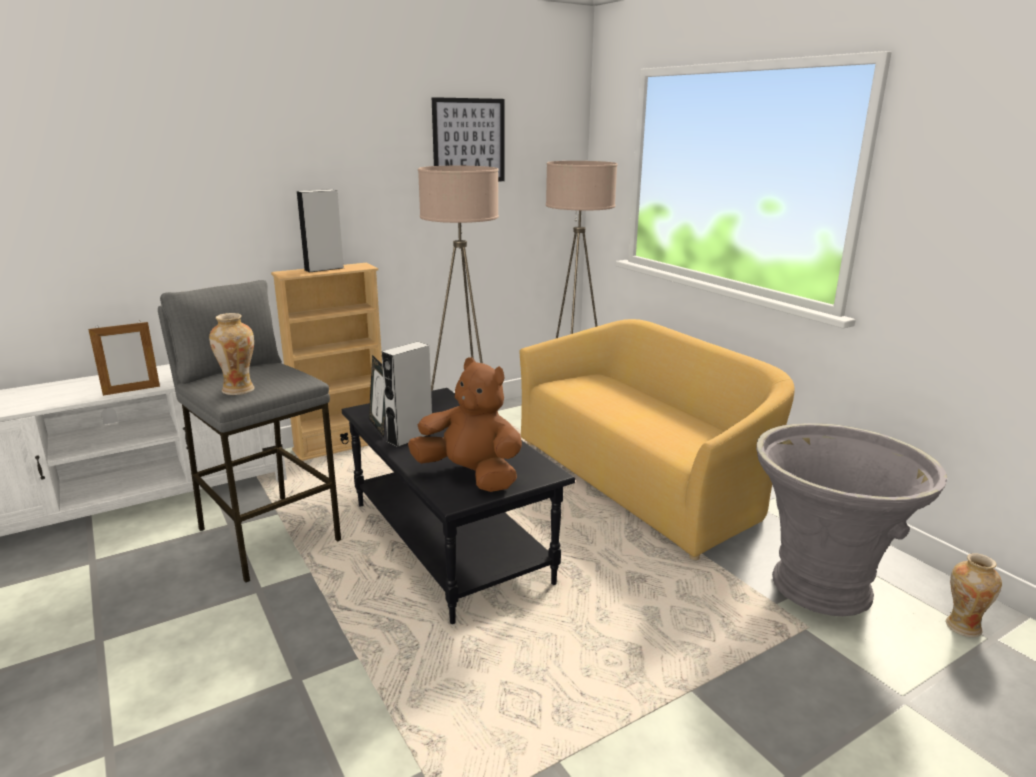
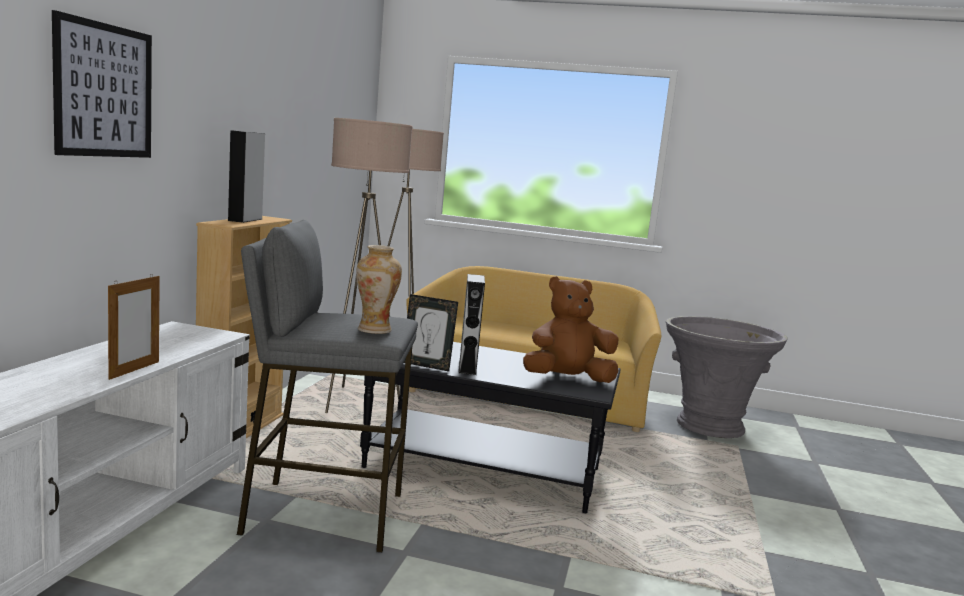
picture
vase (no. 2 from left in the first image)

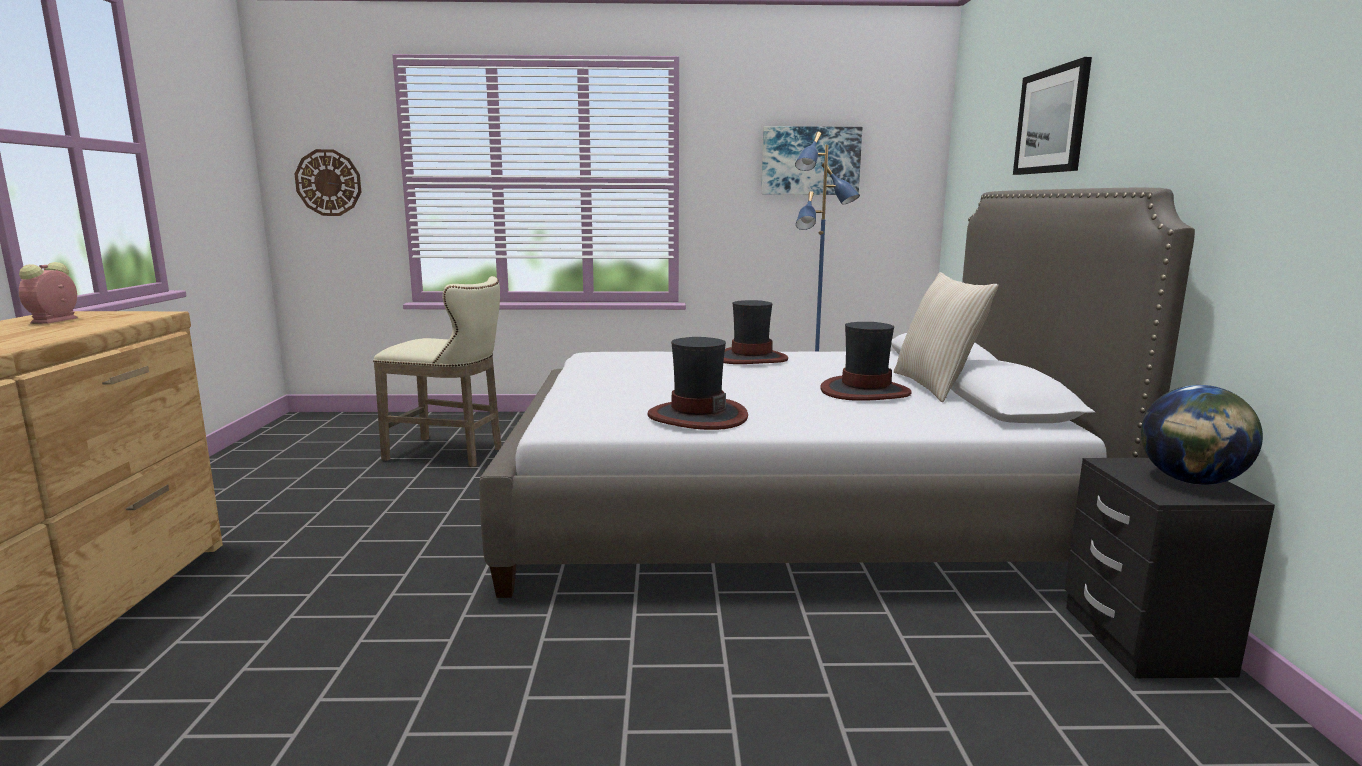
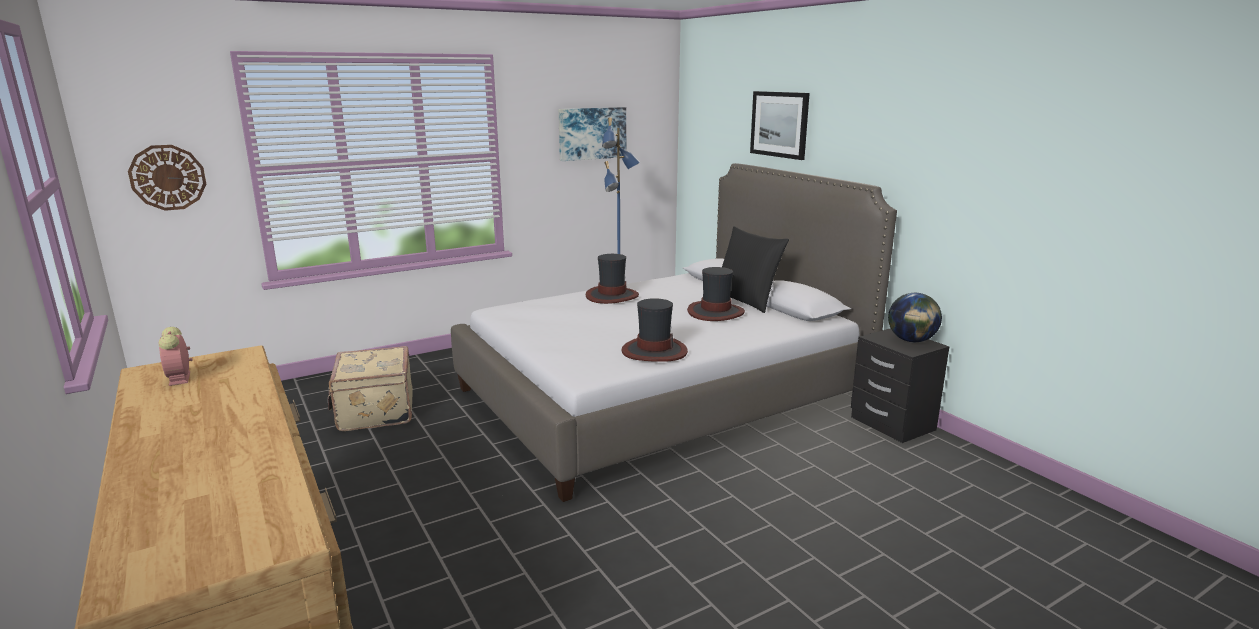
black pillow
beige suitcase

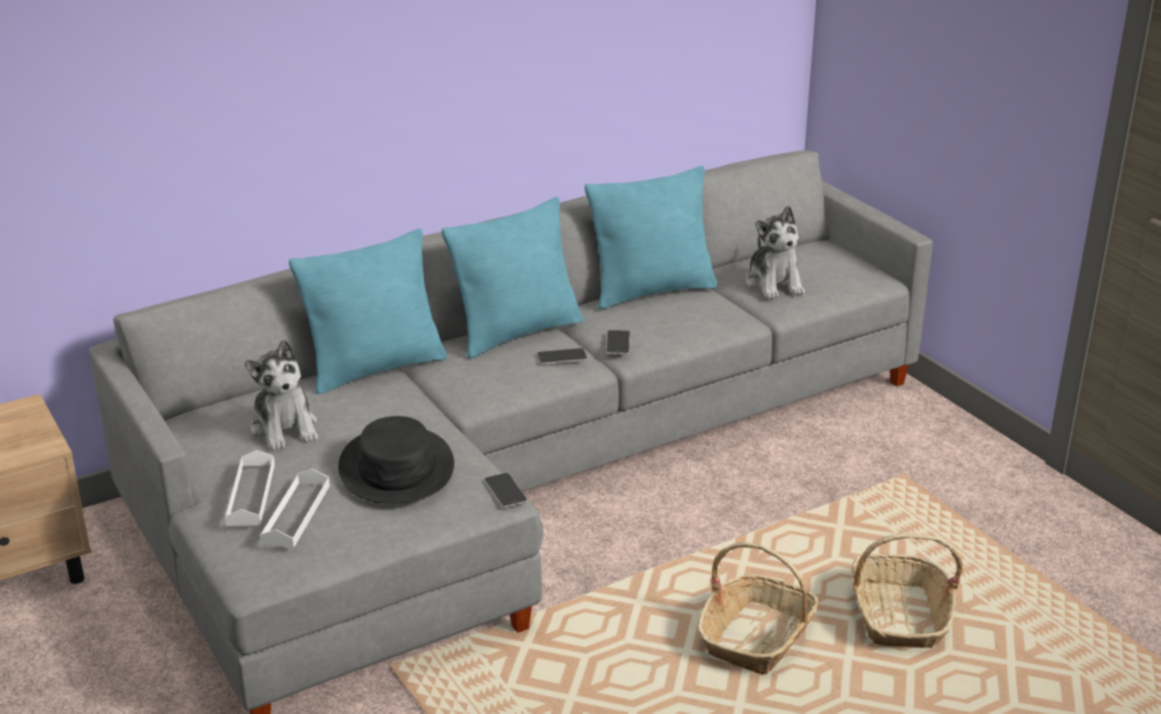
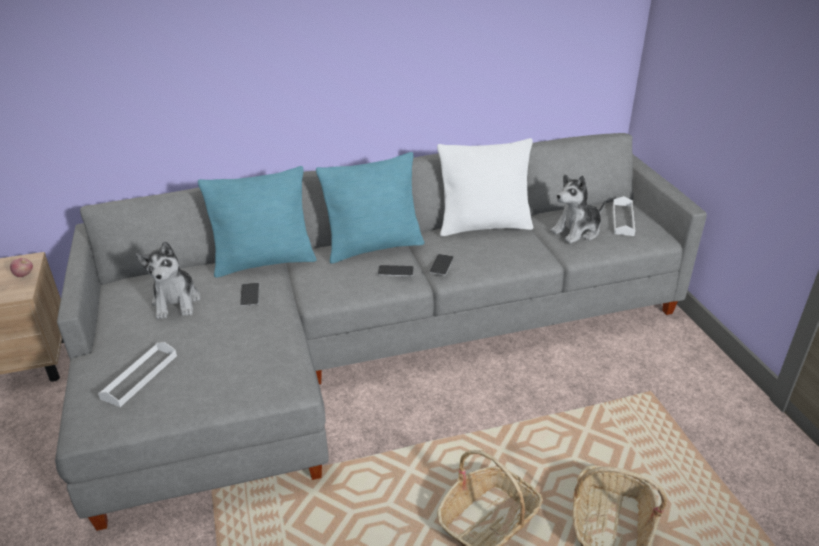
white pillow
plush toy (no. 2 from left)
black hat
white tray (no. 2 from left)
phone (no. 1 from left)
apple

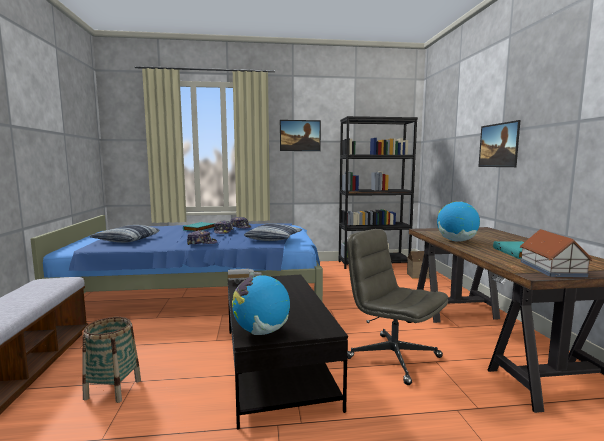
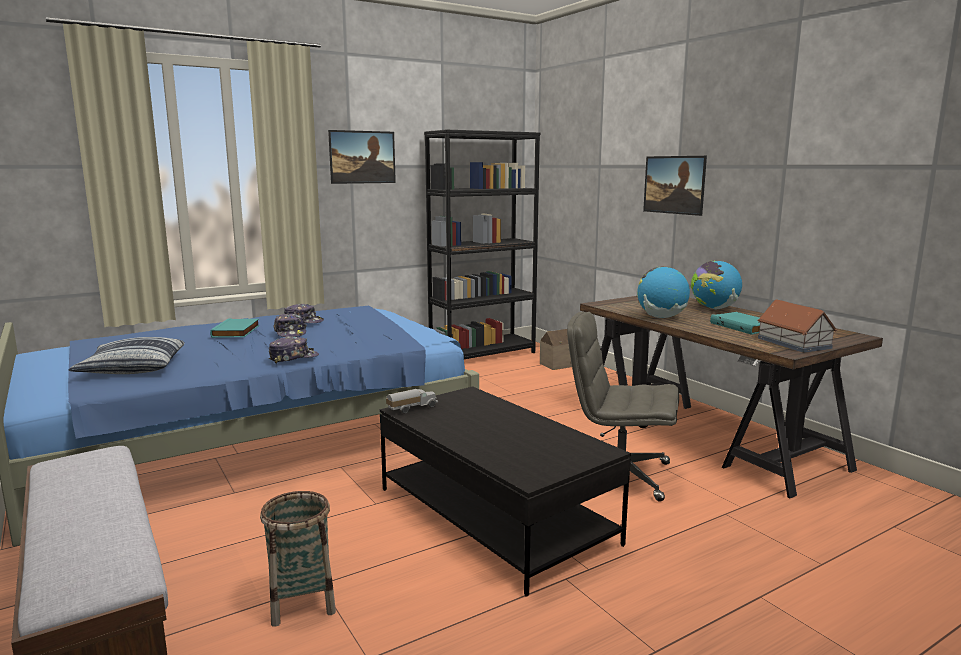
pillow (no. 2 from left in the first image)
globe (no. 2 from left)

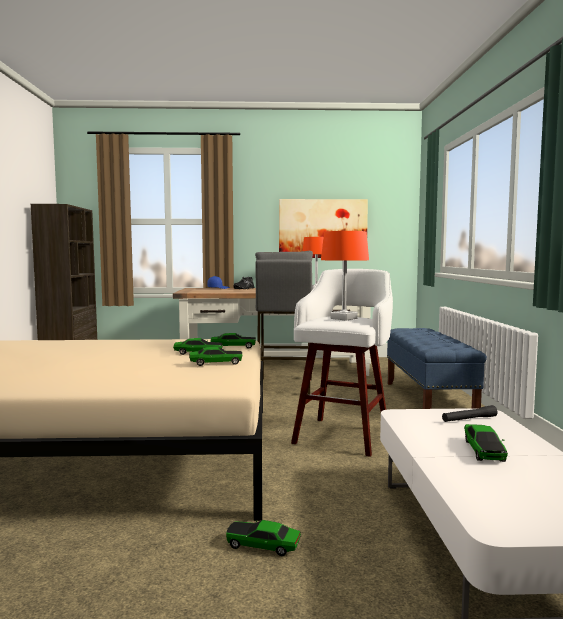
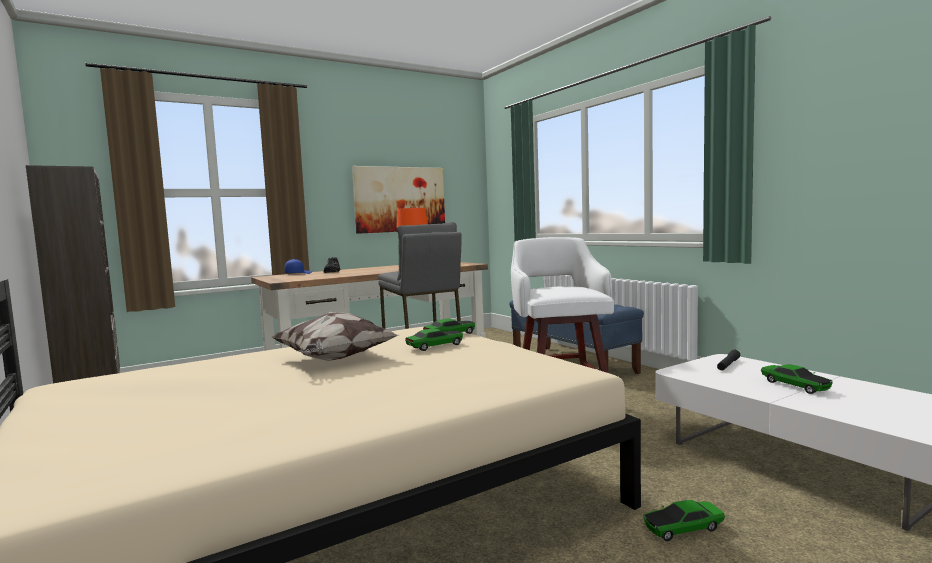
orange table lamp (no. 2 from left in the first image)
toy car (no. 2 from left in the first image)
pillow

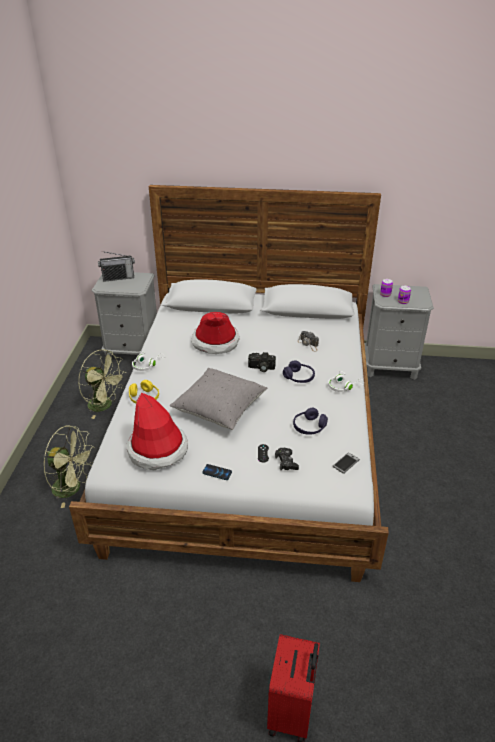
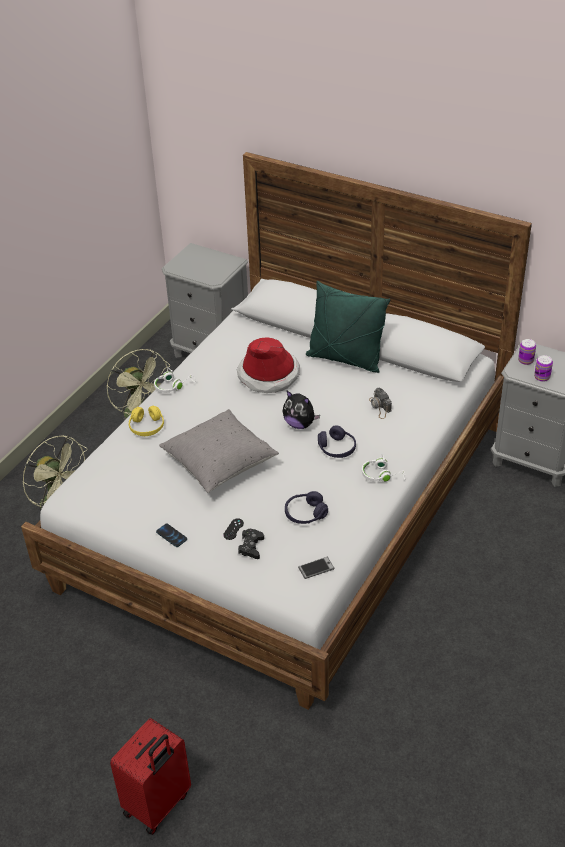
radio
plush toy
hat (no. 1 from left in the first image)
green pillow

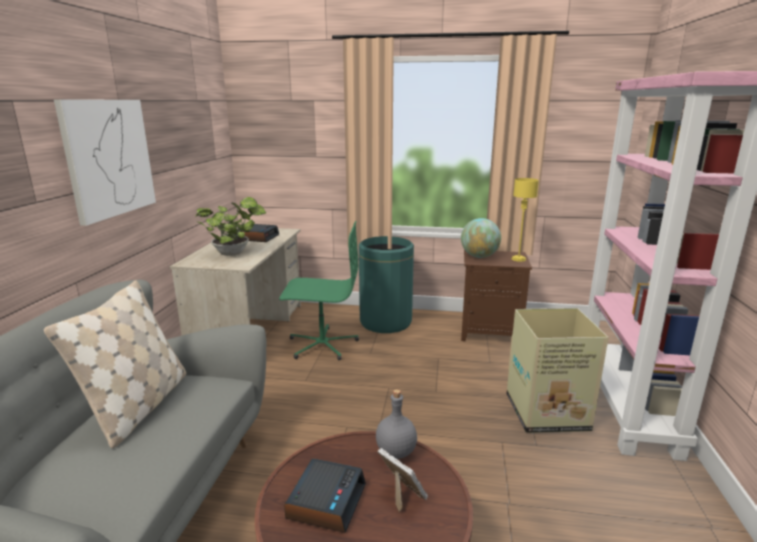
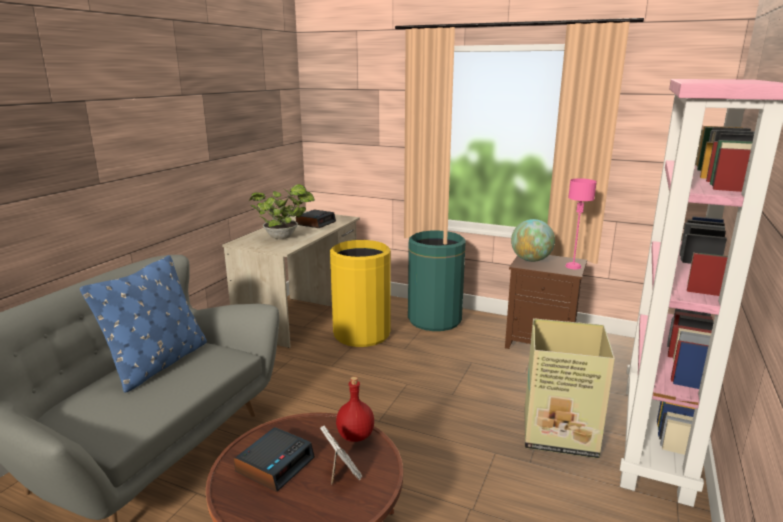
picture
pink table lamp
yellow trash can
blue pillow
red bottle

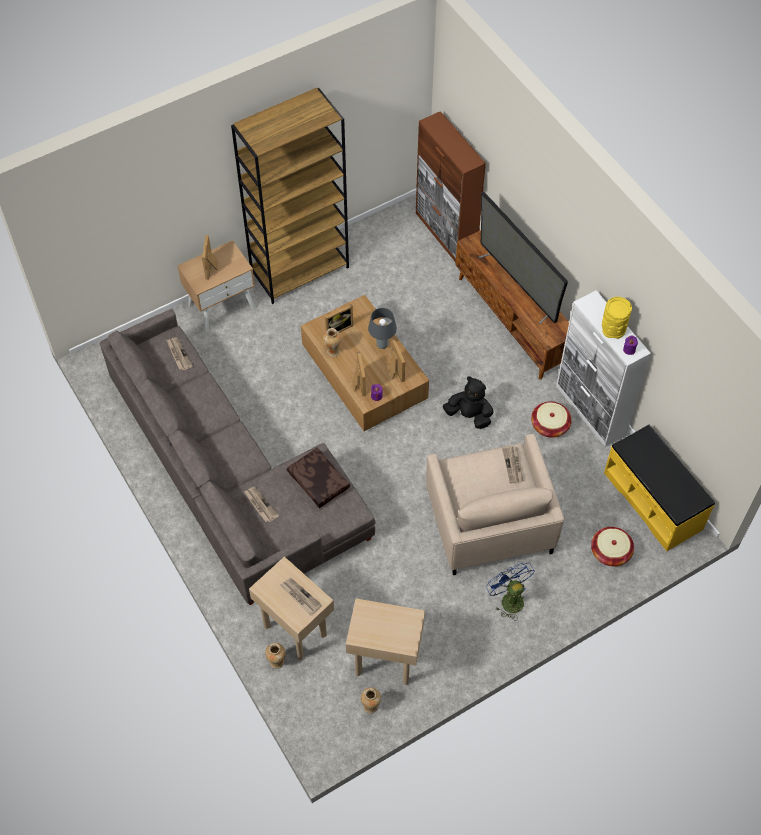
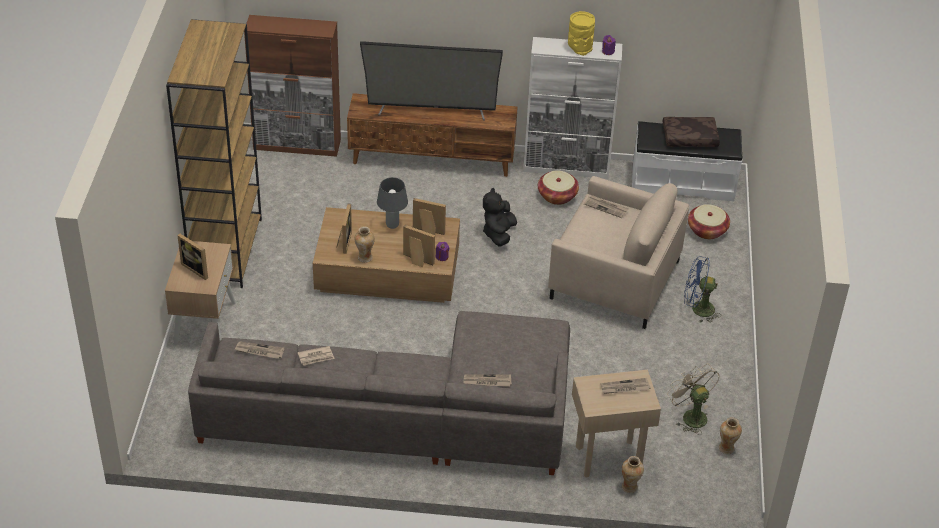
black plush toy
white bench
brown pillow
beige fan
newspaper (no. 2 from left)

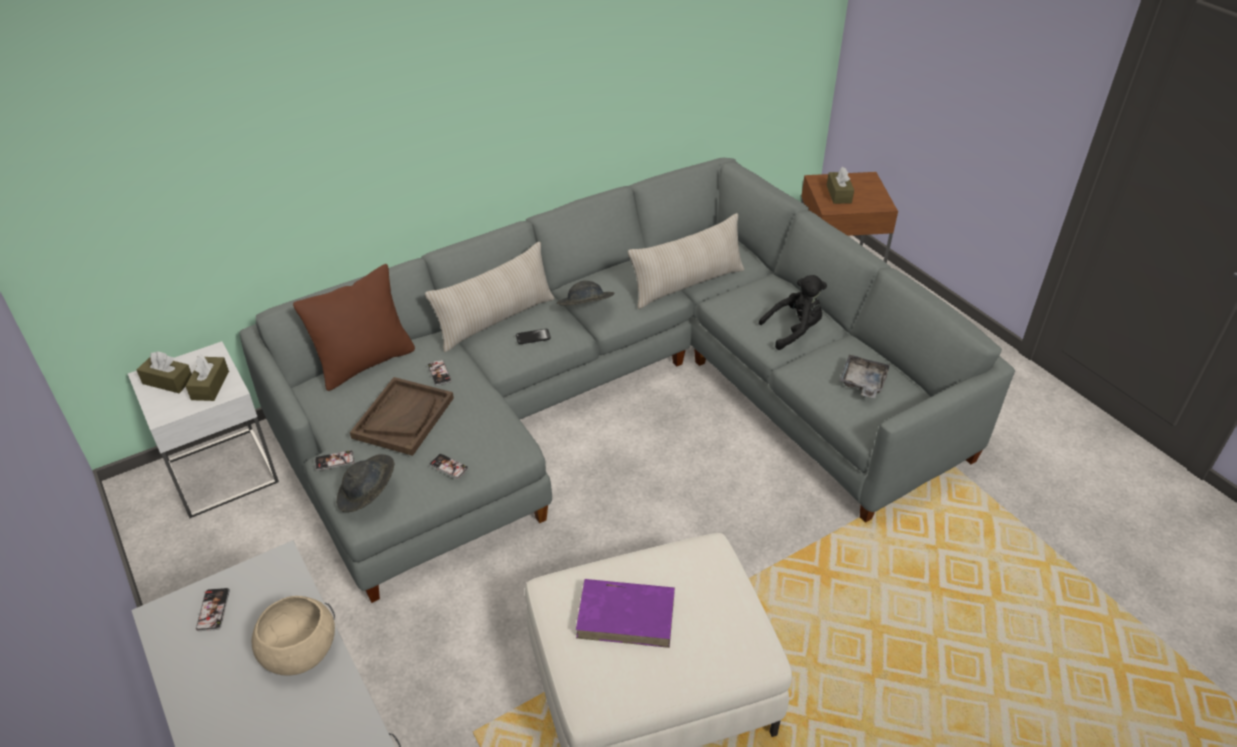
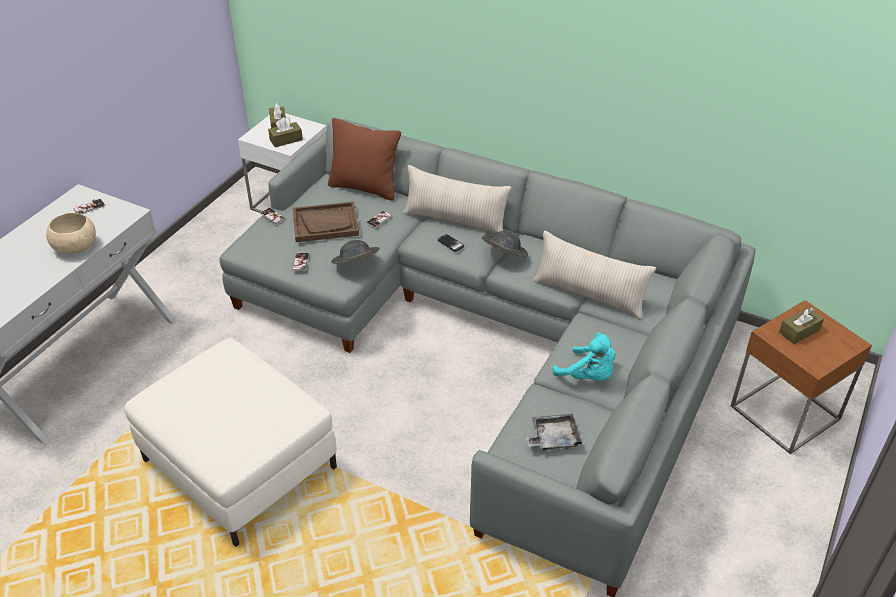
turquoise plush toy
grey hat (no. 1 from left)
purple book

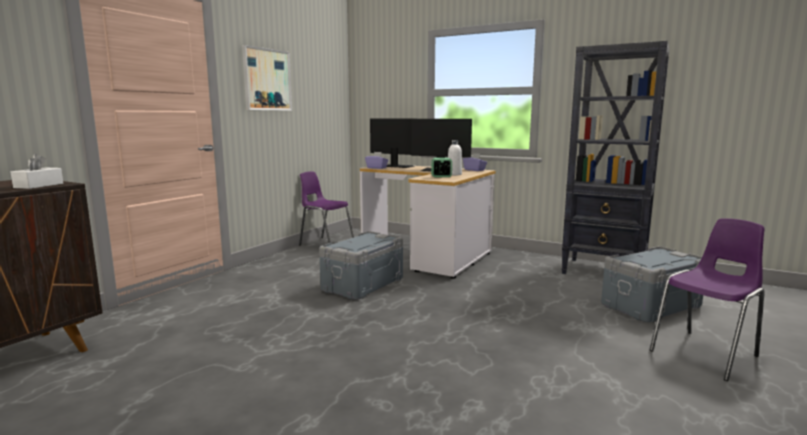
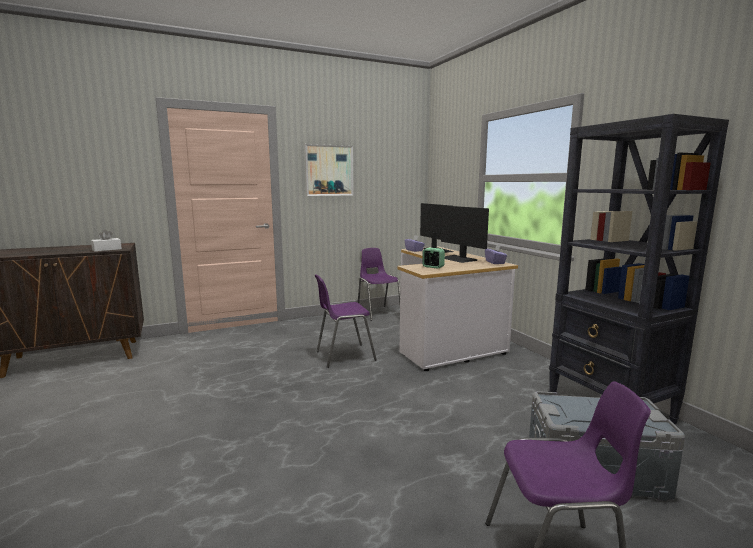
white bottle
purple chair (no. 1 from left)

